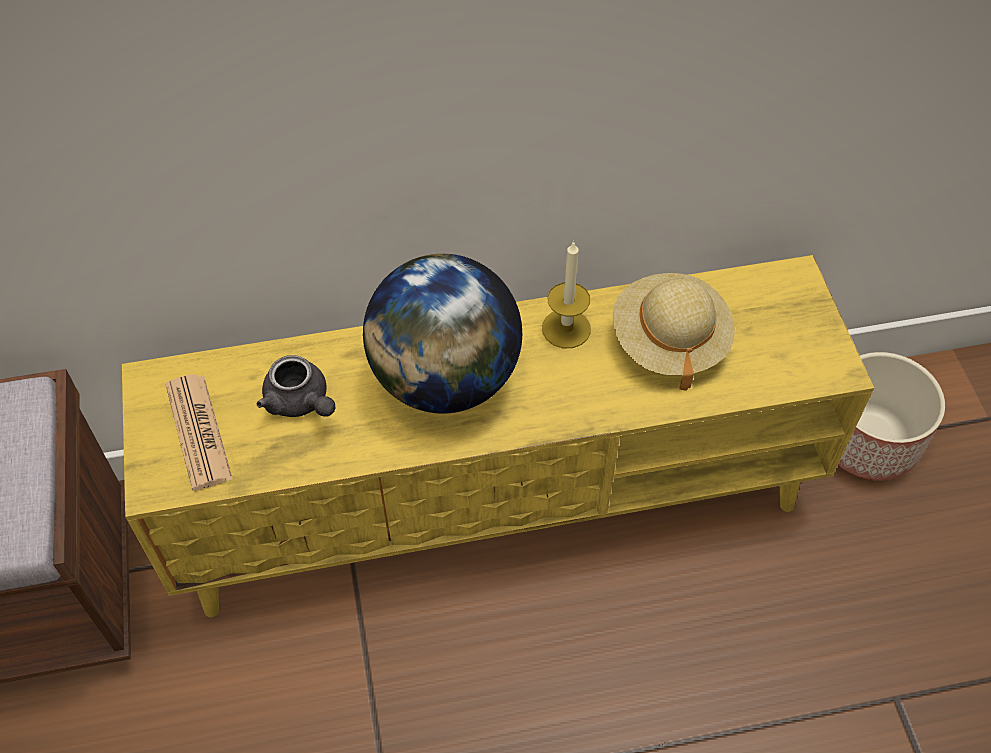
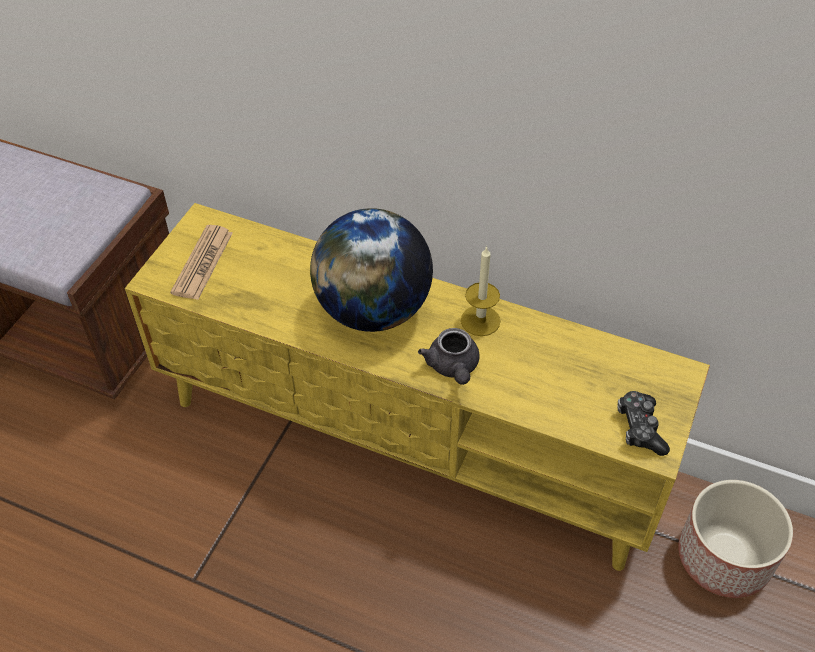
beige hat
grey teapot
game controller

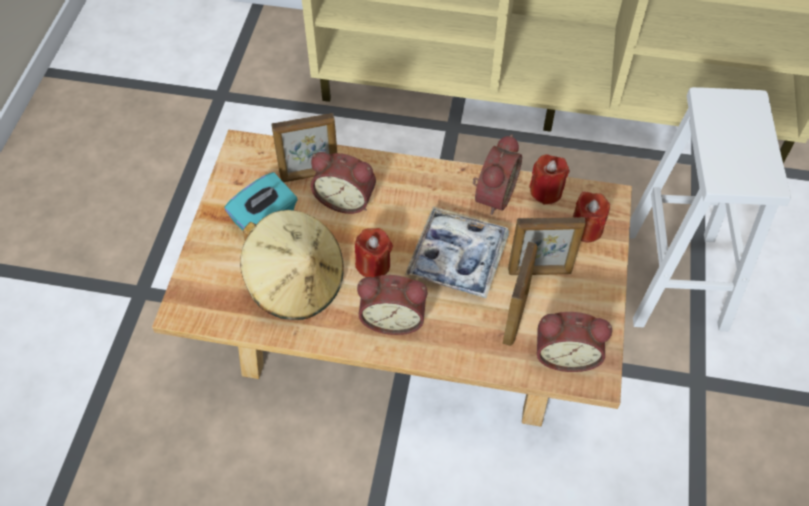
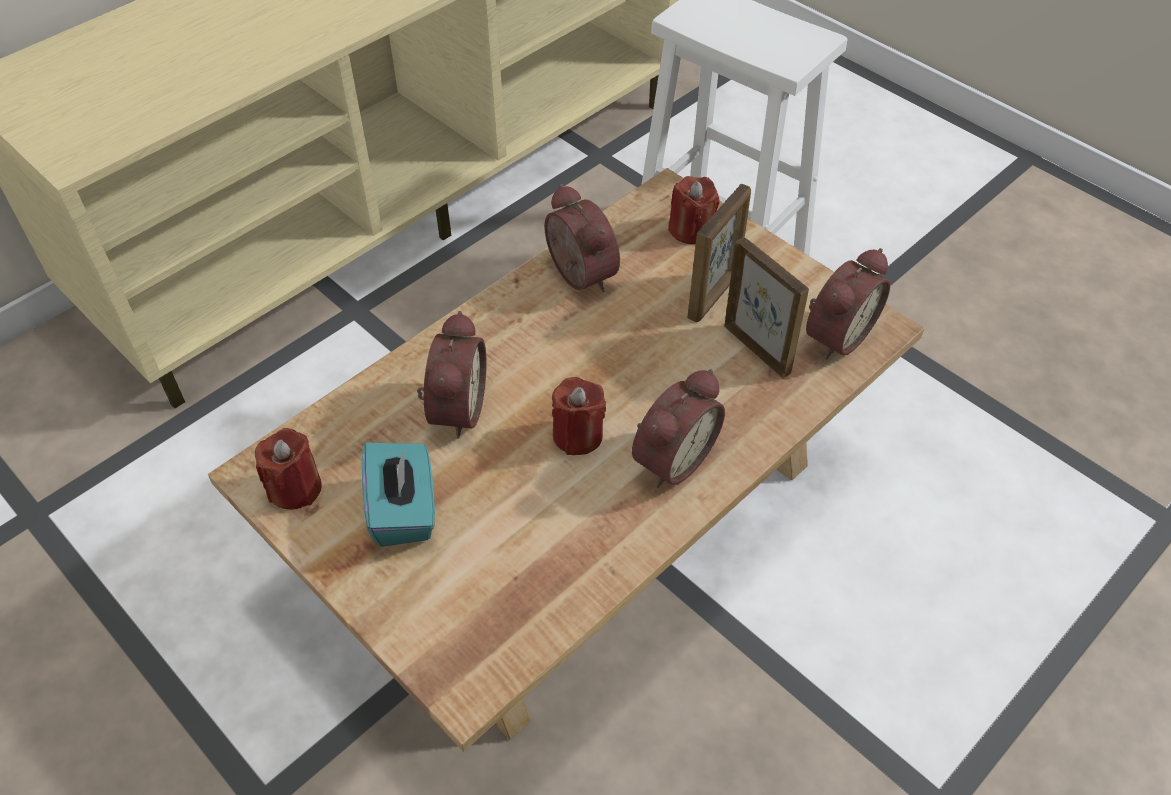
picture frame (no. 1 from left in the first image)
alarm clock (no. 1 from left)
red candle (no. 1 from left)
tray
beige hat

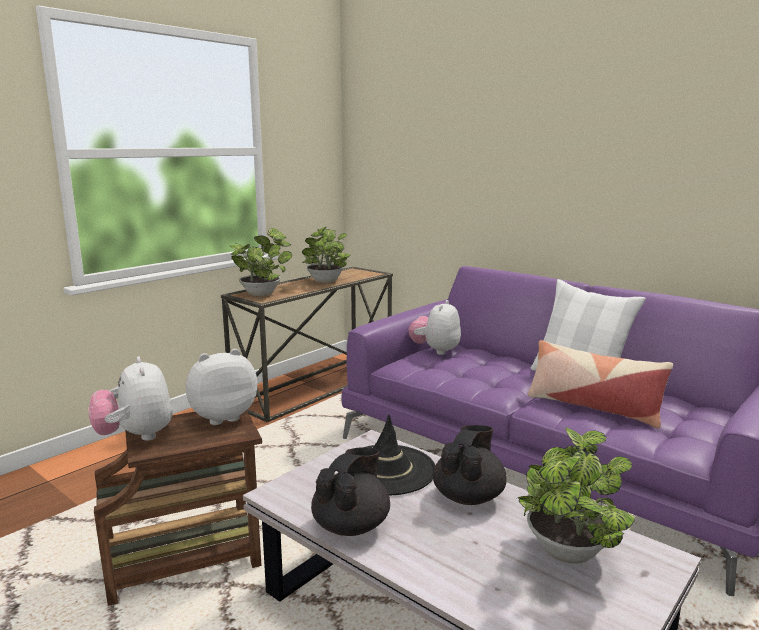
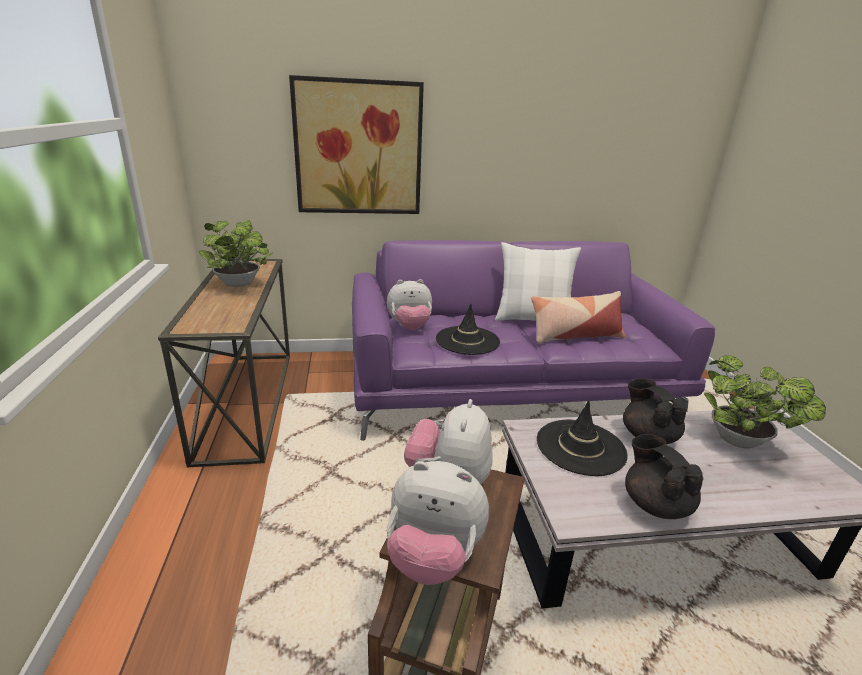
potted plant (no. 1 from left in the first image)
plush toy (no. 1 from left)
picture
black hat (no. 1 from left)

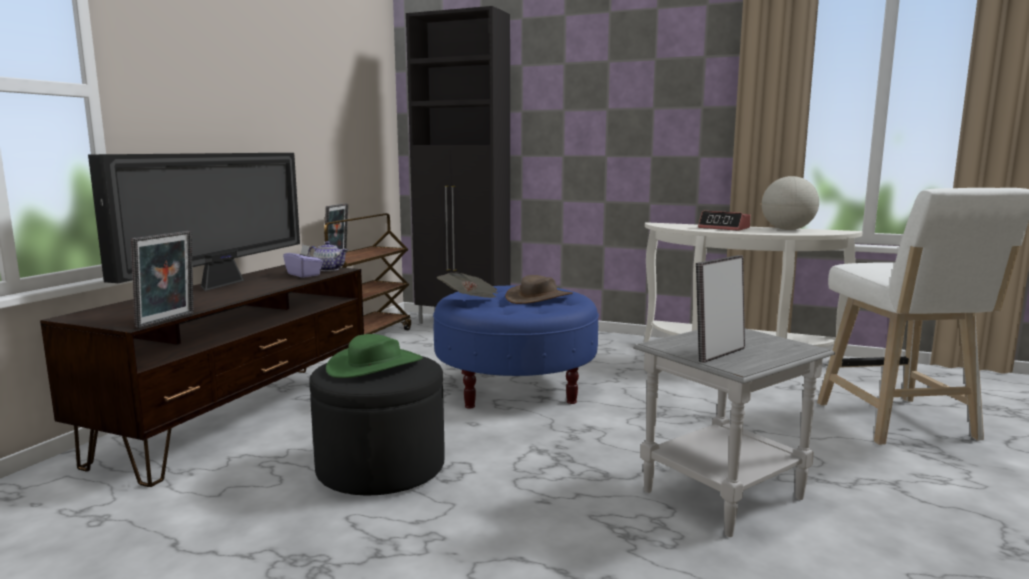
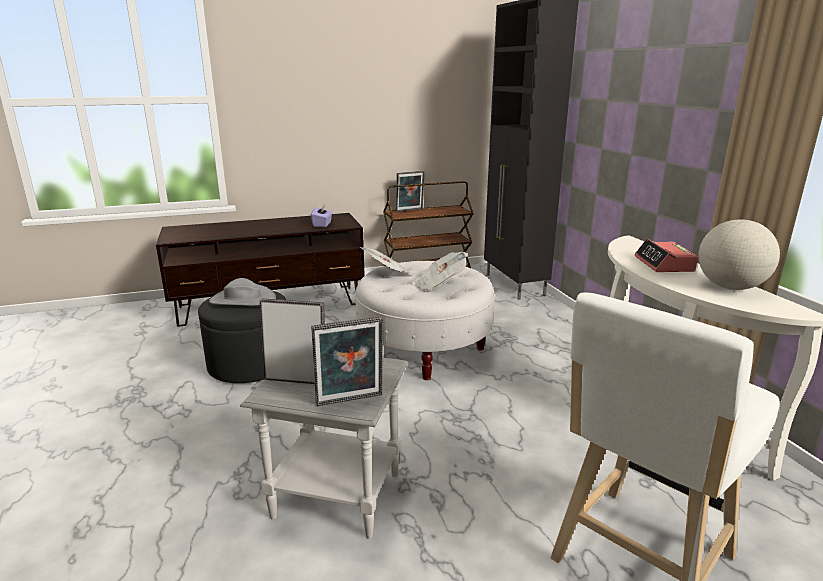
television
picture frame (no. 2 from left)
teapot
newspaper (no. 2 from left)
white ottoman
grey hat

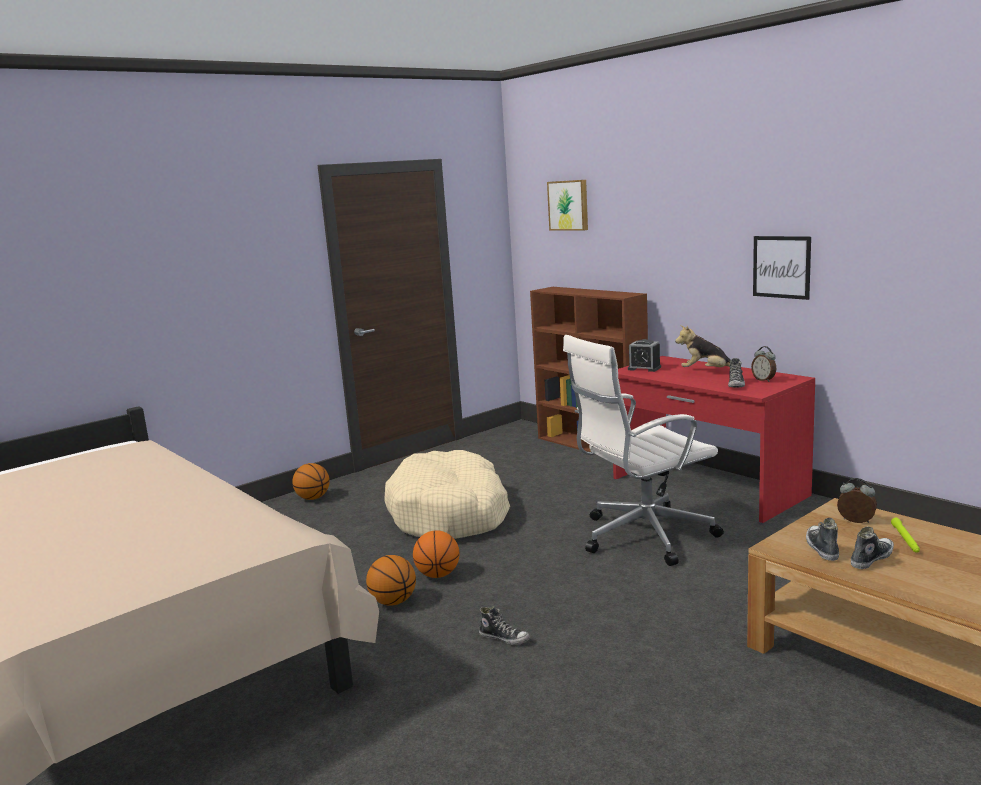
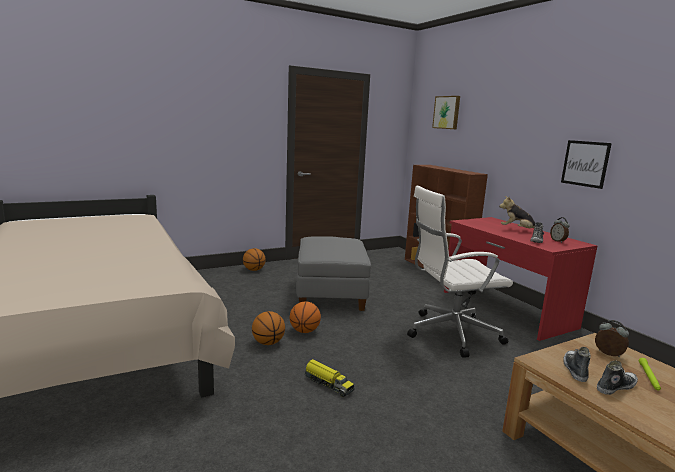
alarm clock (no. 1 from left in the first image)
grey ottoman
toy truck

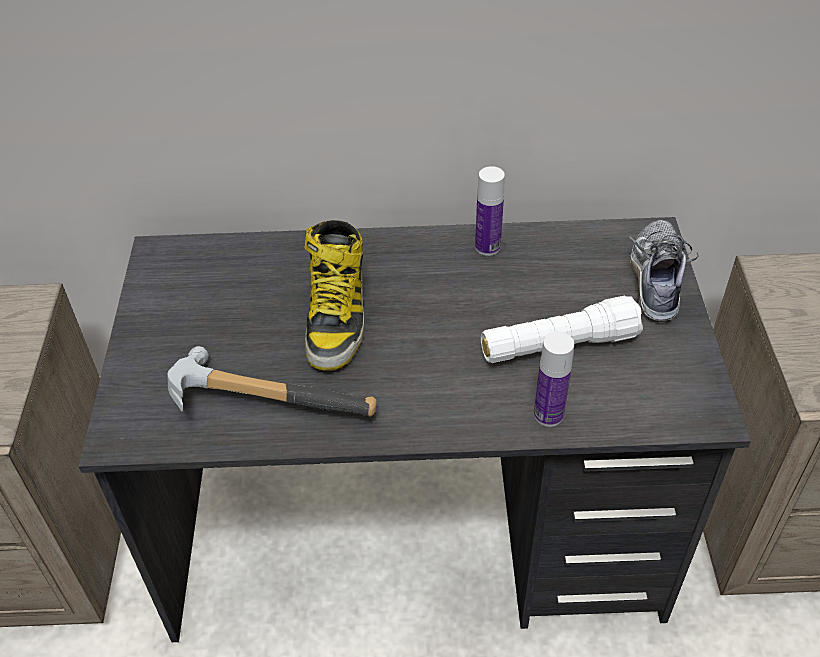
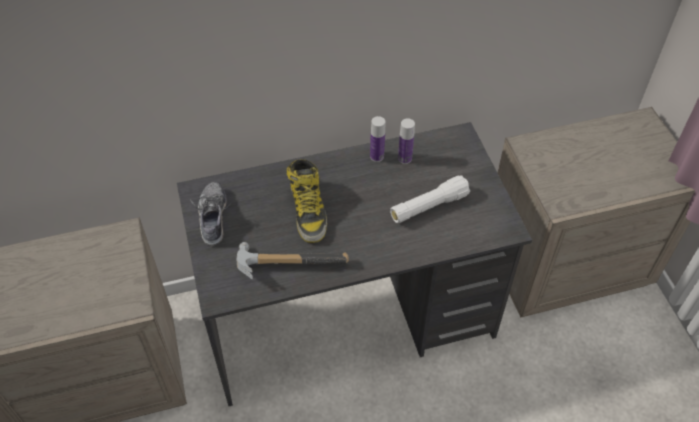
shoe
bottle (no. 2 from left)

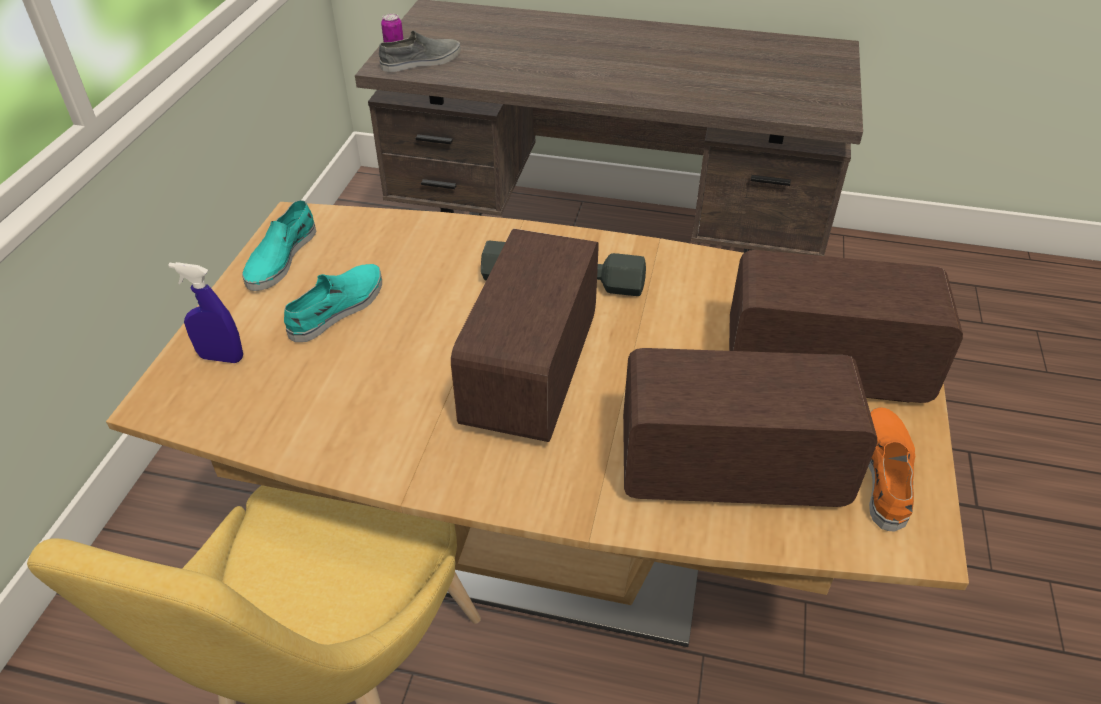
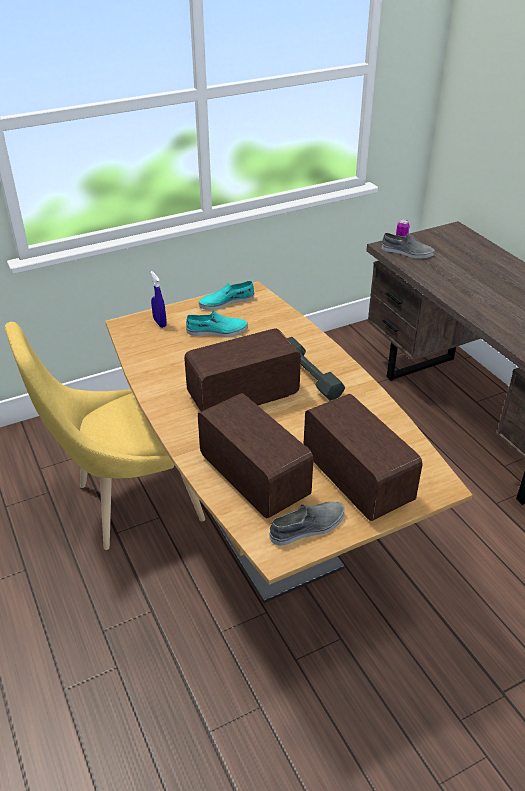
grey shoe (no. 1 from left)

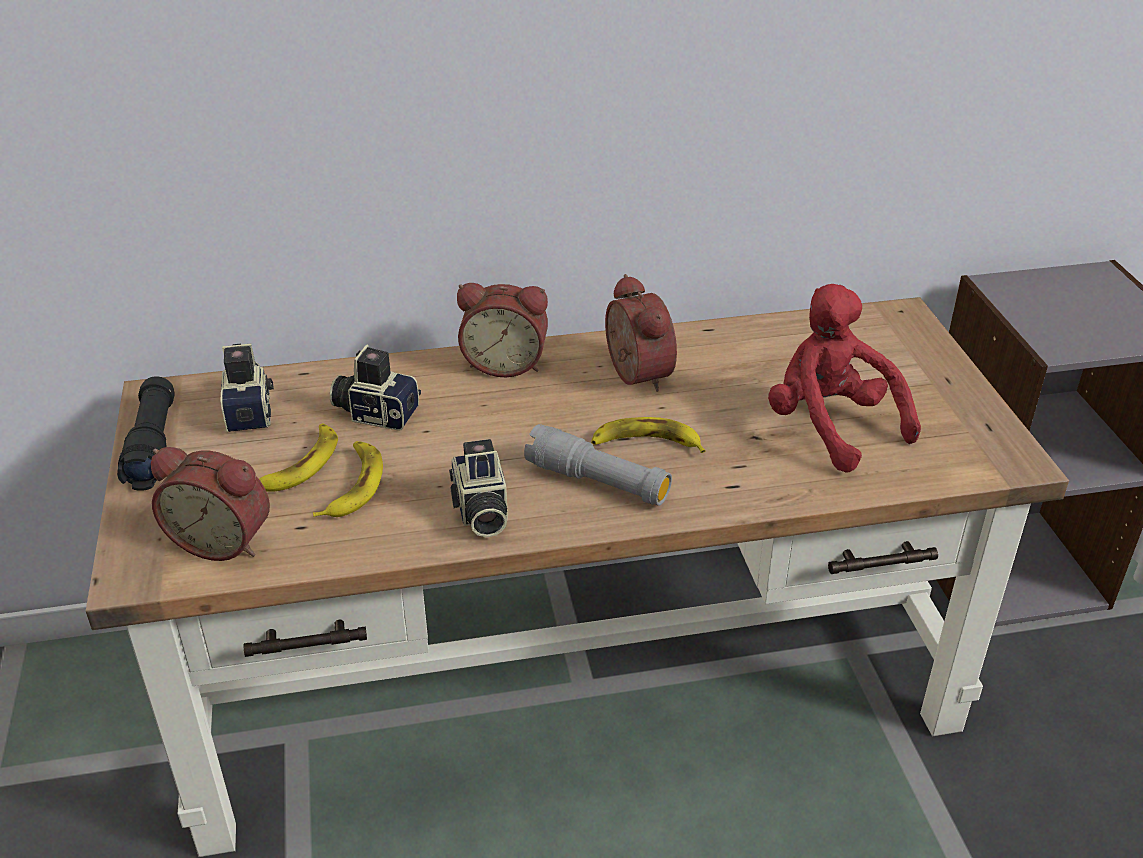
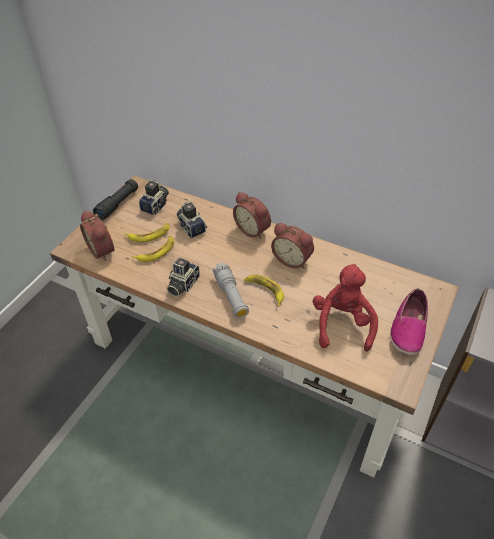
alarm clock (no. 3 from left)
shoe

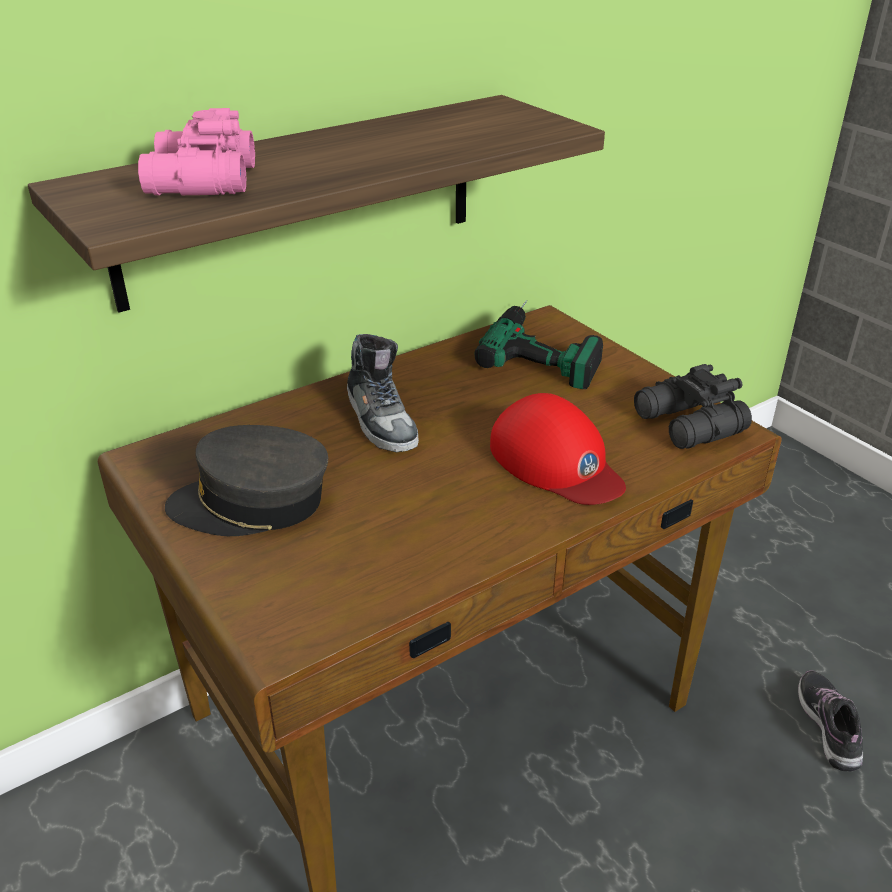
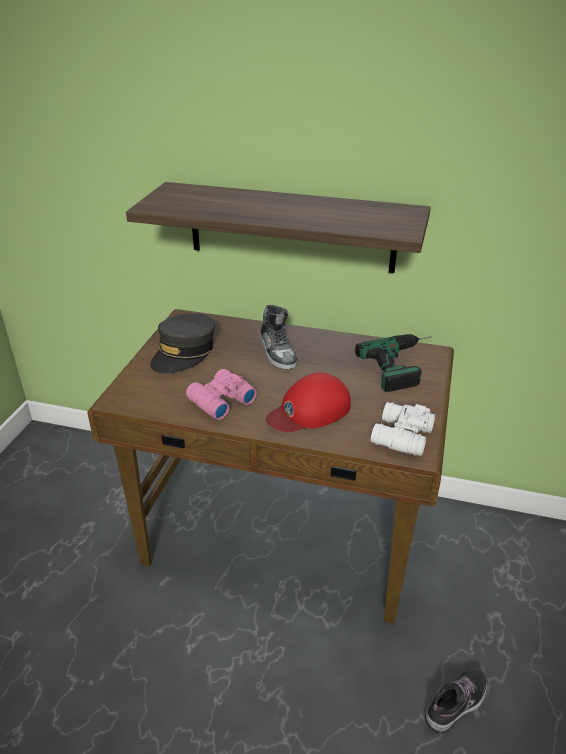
pink binoculars
shoe (no. 1 from left)
white binoculars
red cap
grey cap

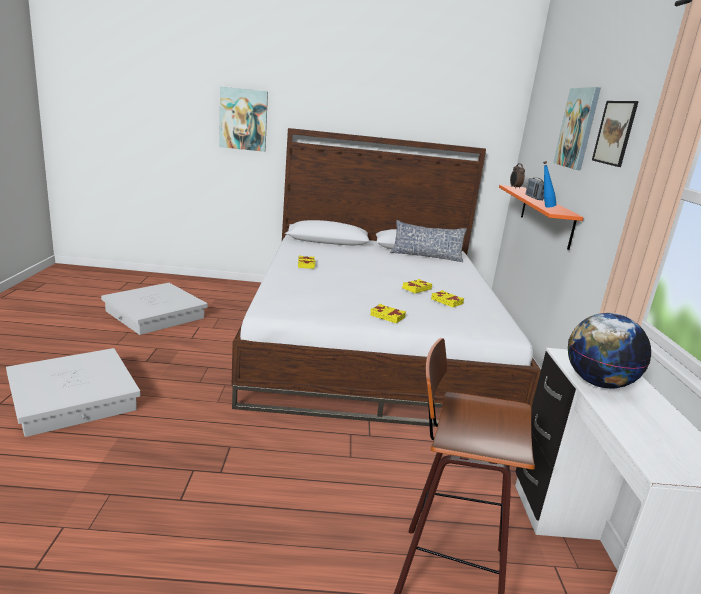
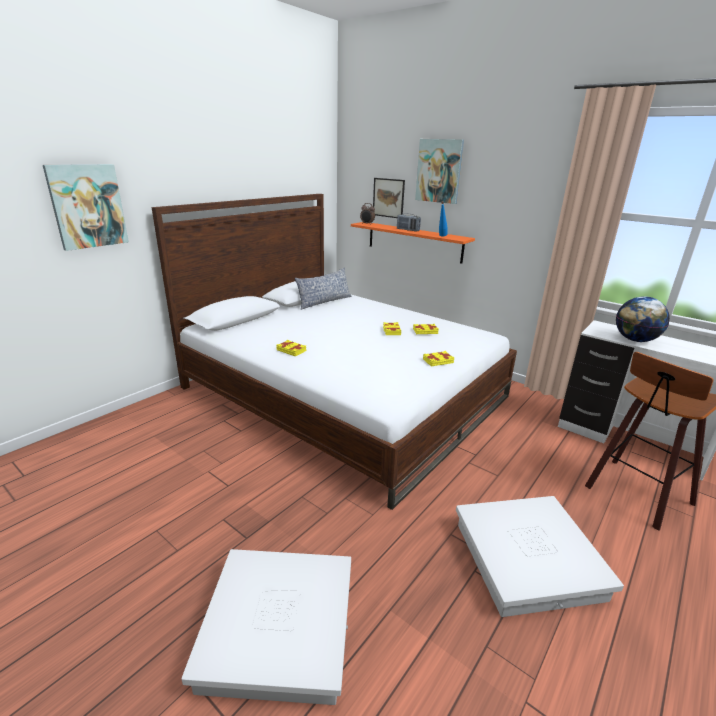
picture (no. 2 from left)
white storage box (no. 2 from left)

